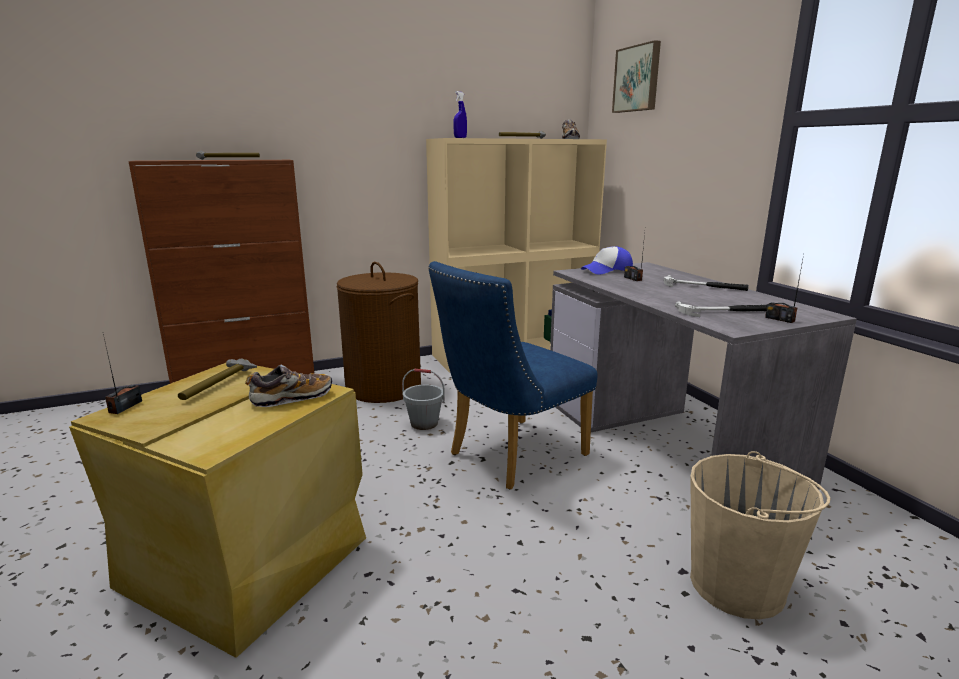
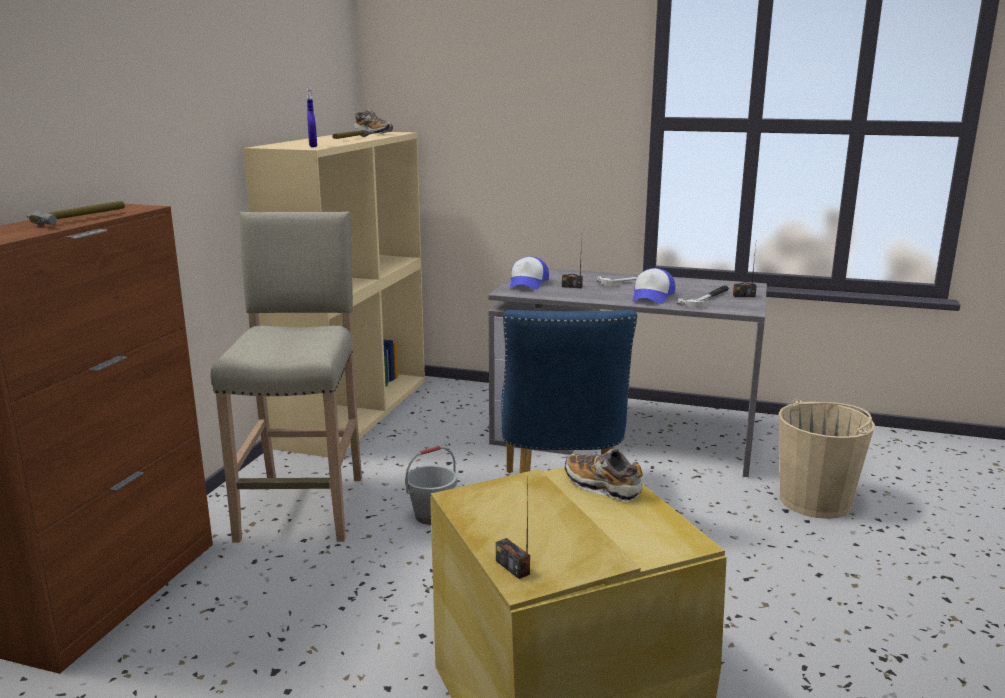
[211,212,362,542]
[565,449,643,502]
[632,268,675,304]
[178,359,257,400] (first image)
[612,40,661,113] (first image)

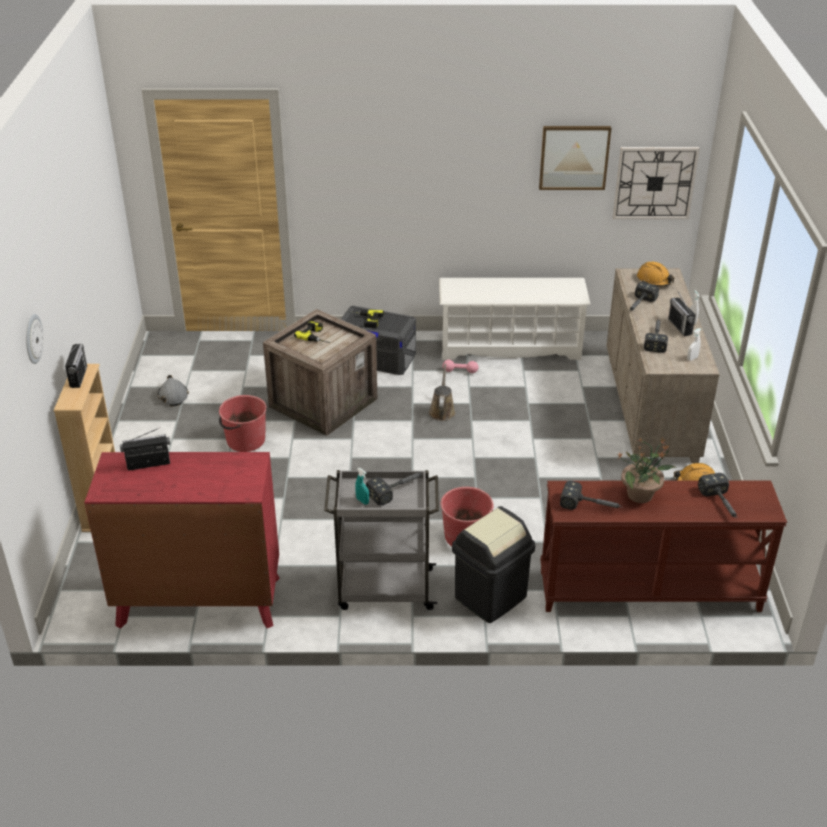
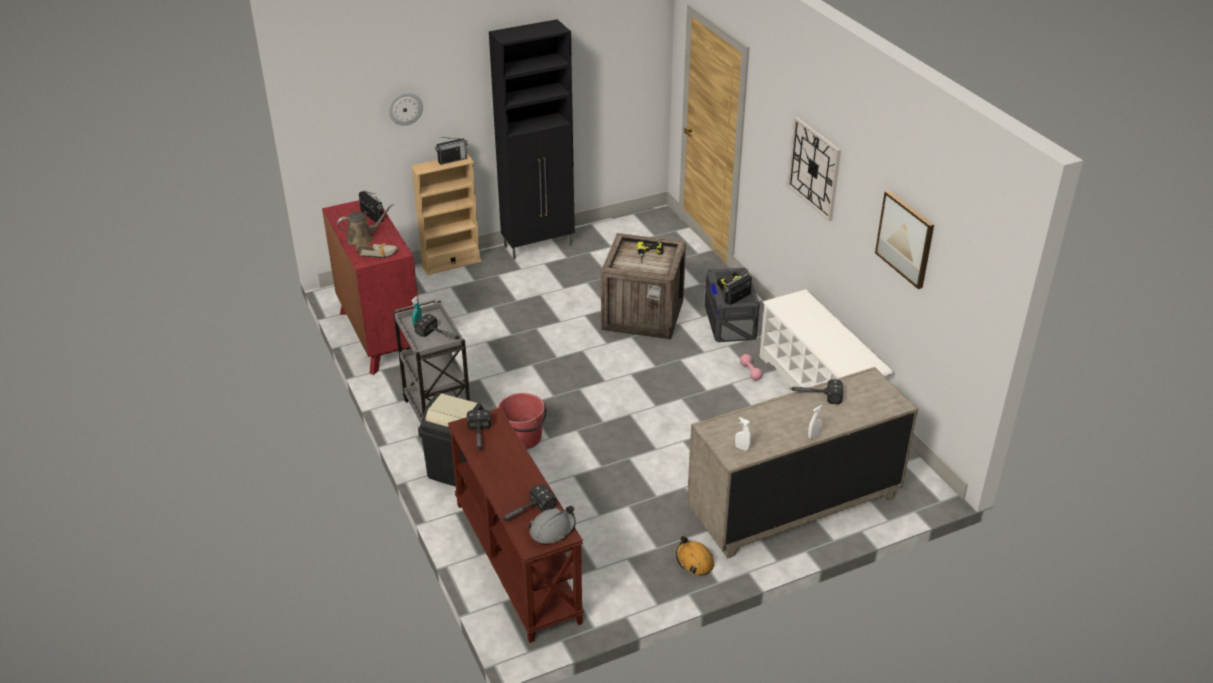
[337,204,394,246]
[356,243,398,258]
[489,19,575,260]
[528,506,576,544]
[724,268,752,305]
[787,117,841,221]
[219,395,267,452] (first image)
[617,437,676,503] (first image)
[637,262,674,287] (first image)
[644,320,668,353] (first image)

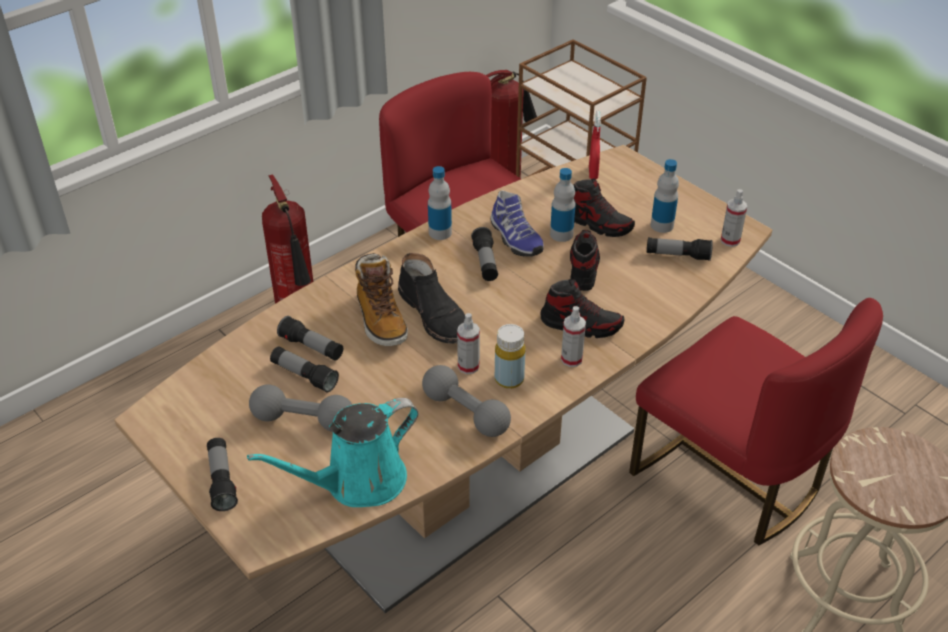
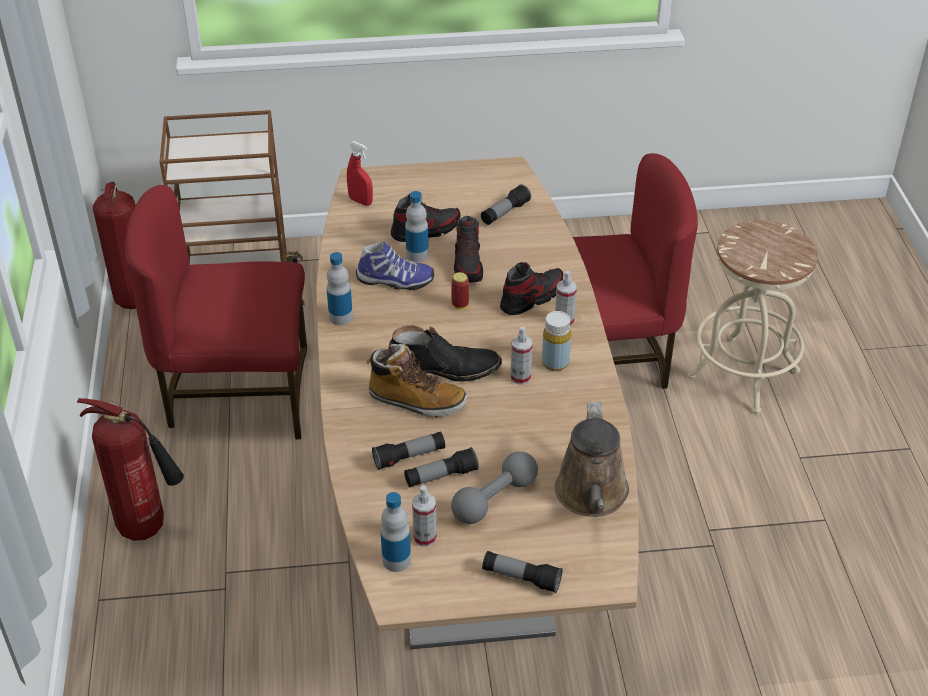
[380,492,411,572]
[412,485,437,547]
[451,272,469,309]
[454,216,483,282]
[555,402,629,517]
[422,365,511,437] (first image)
[471,227,498,281] (first image)

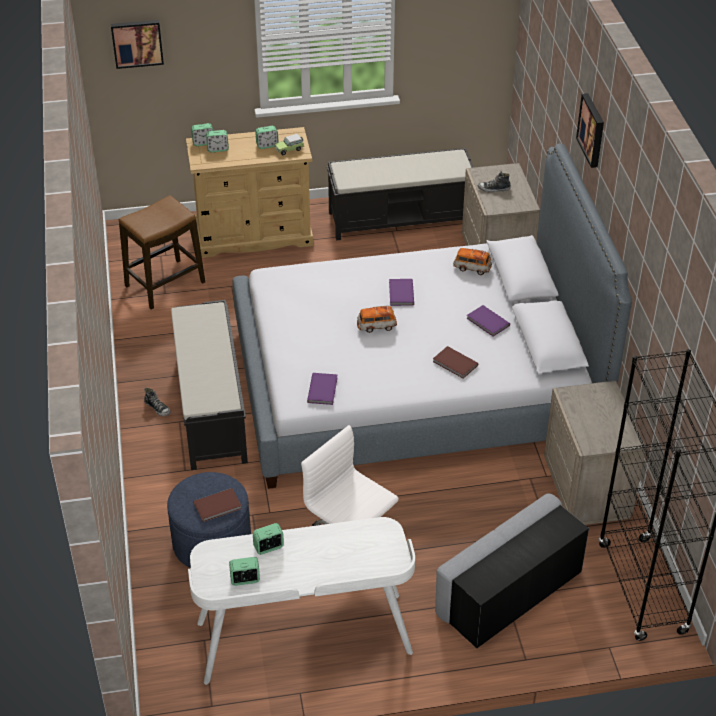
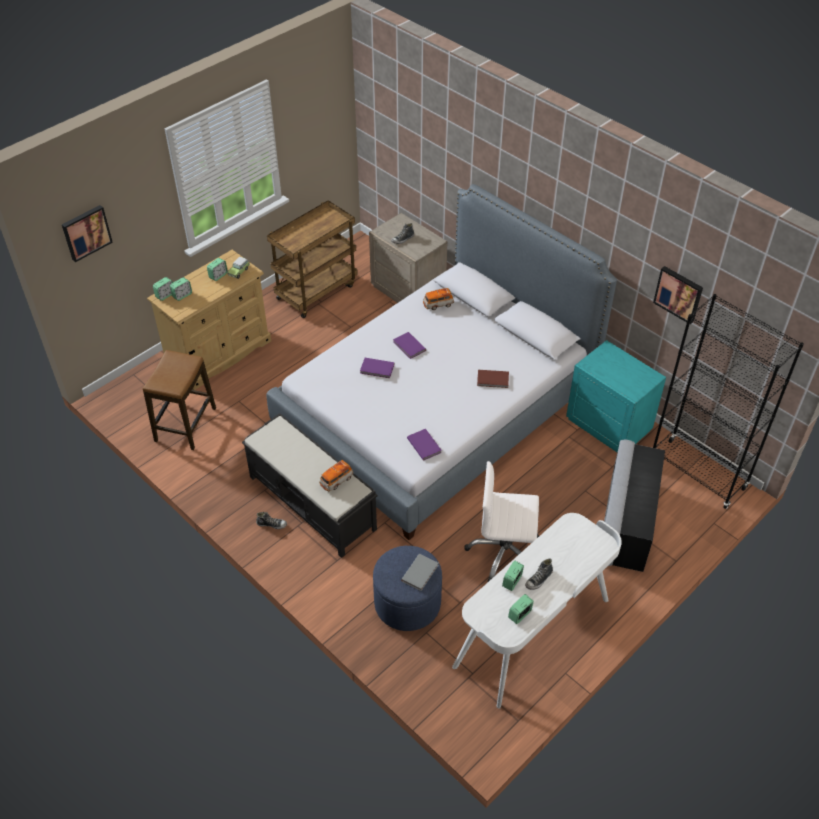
[267,200,358,318]
[319,460,353,491]
[360,358,395,378]
[401,554,438,591]
[525,559,553,590]
[566,340,666,452]
[653,266,703,324]

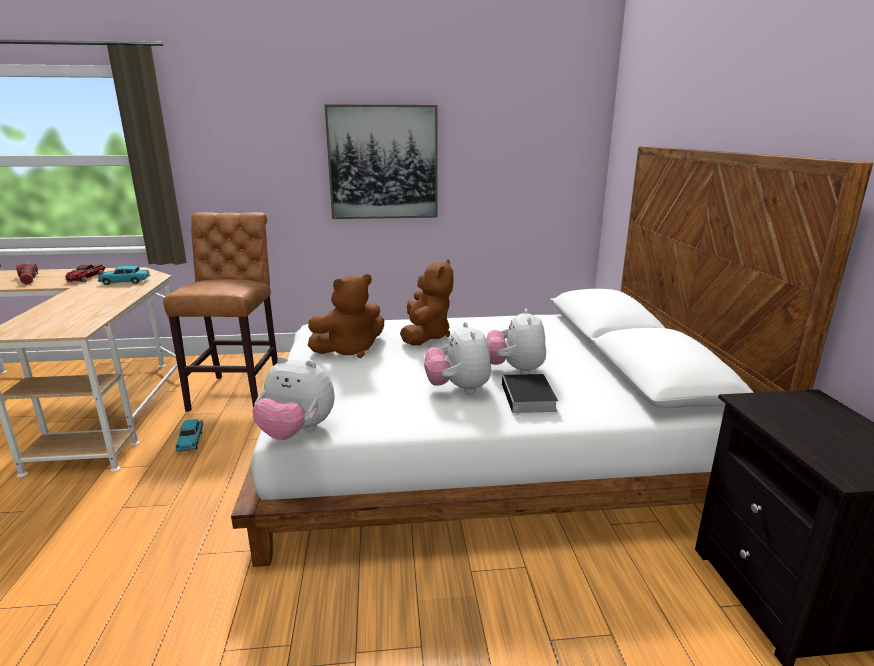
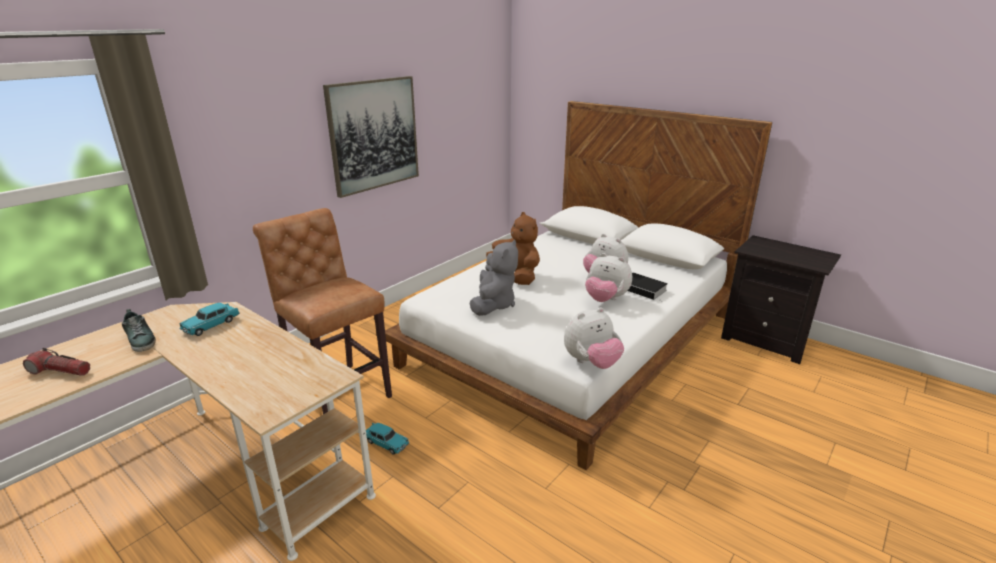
[122,309,156,352]
[469,239,518,316]

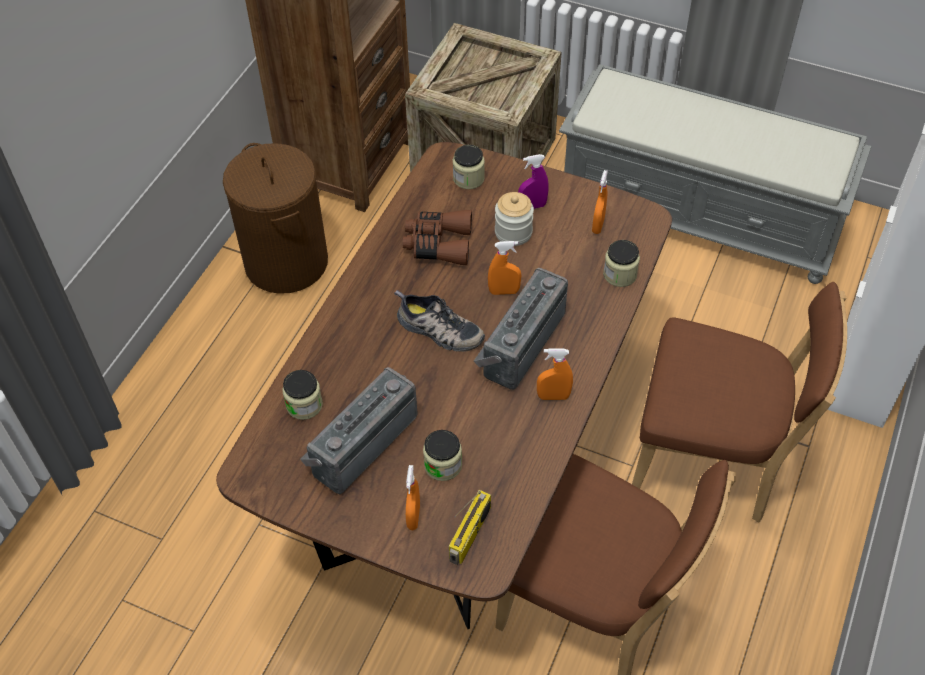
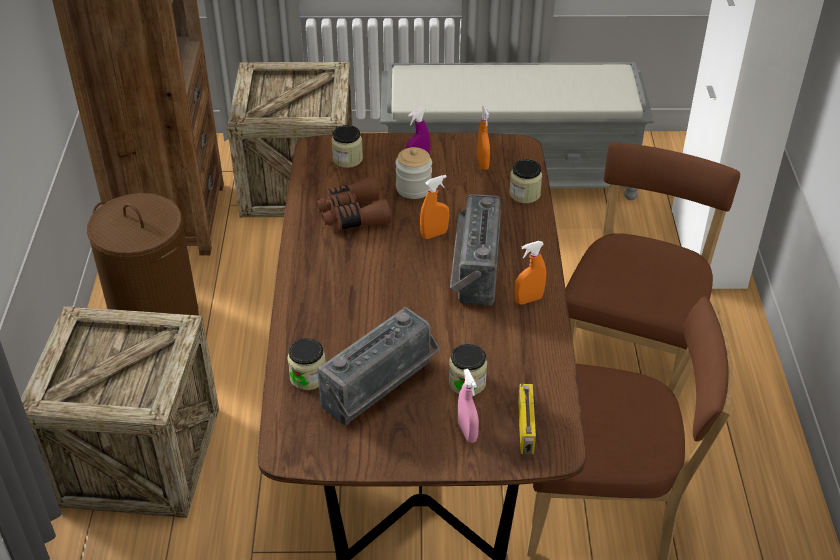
[21,306,219,518]
[317,307,440,425]
[458,369,479,443]
[566,142,740,377]
[394,290,485,352] (first image)

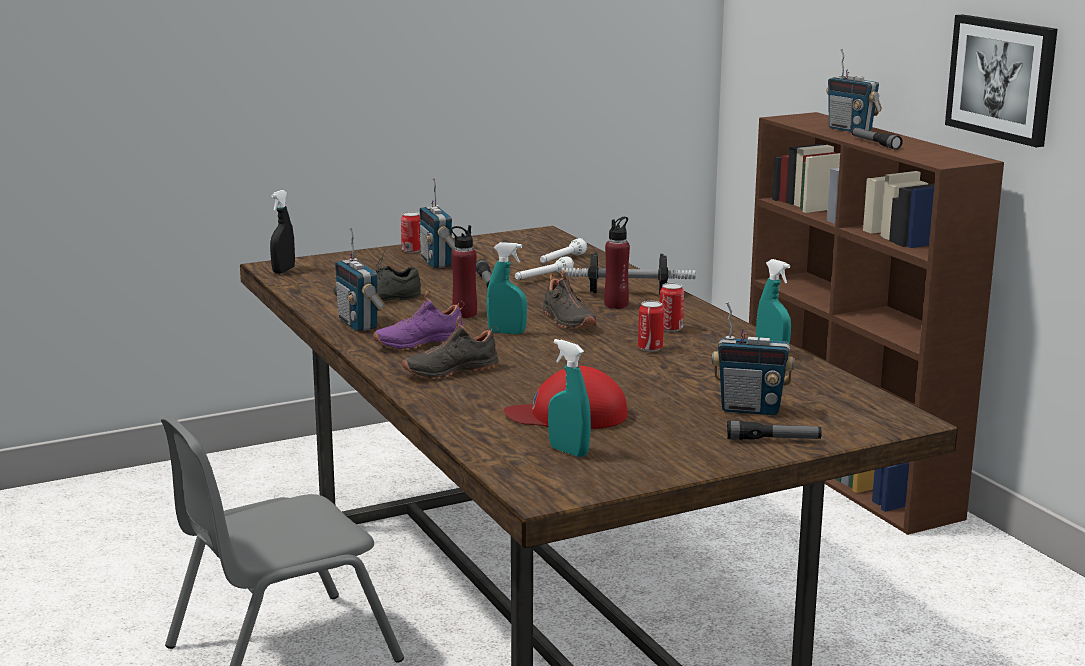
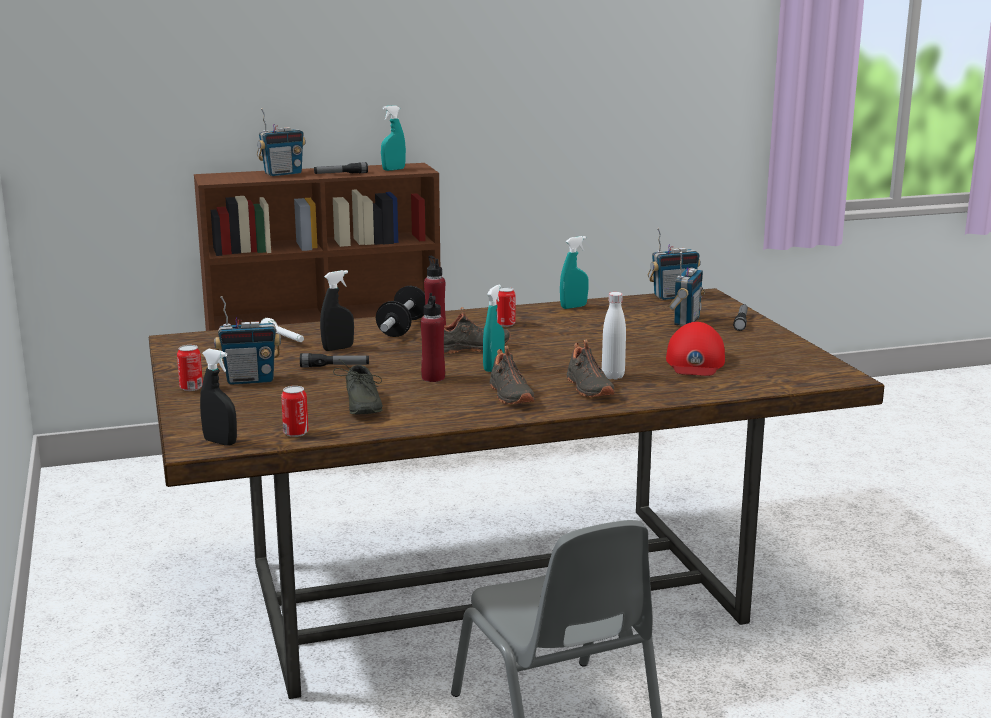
[281,386,309,437]
[320,270,354,351]
[381,105,406,171]
[489,346,534,404]
[602,292,626,380]
[648,228,701,300]
[945,14,1057,147] (first image)

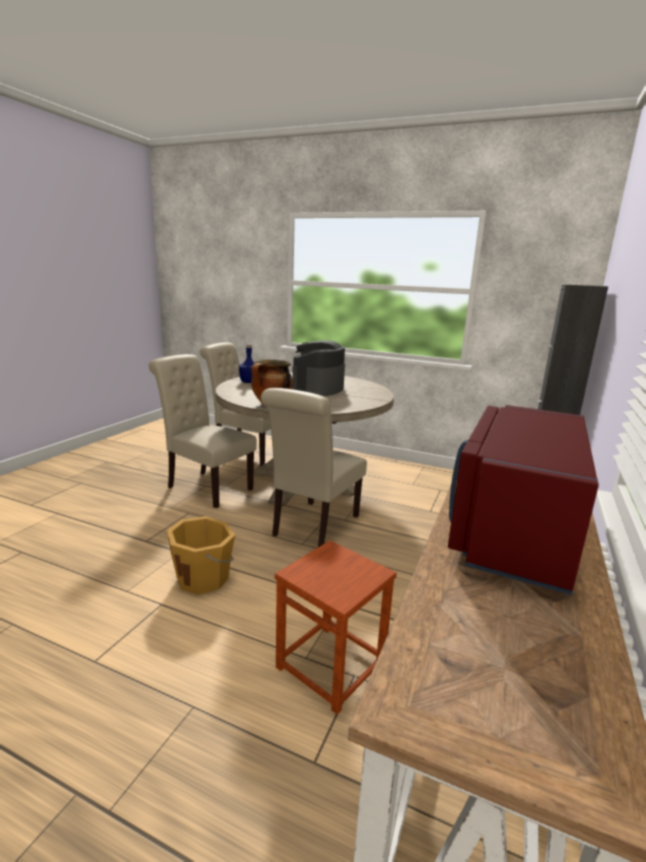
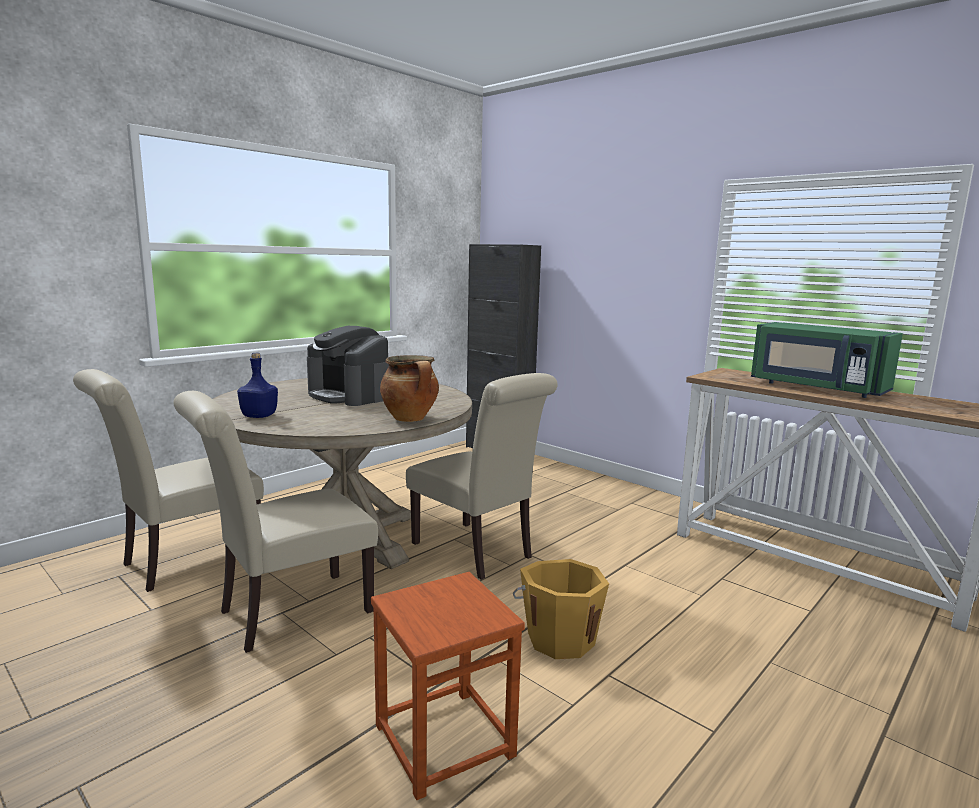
[371,572,525,800]
[751,322,903,398]

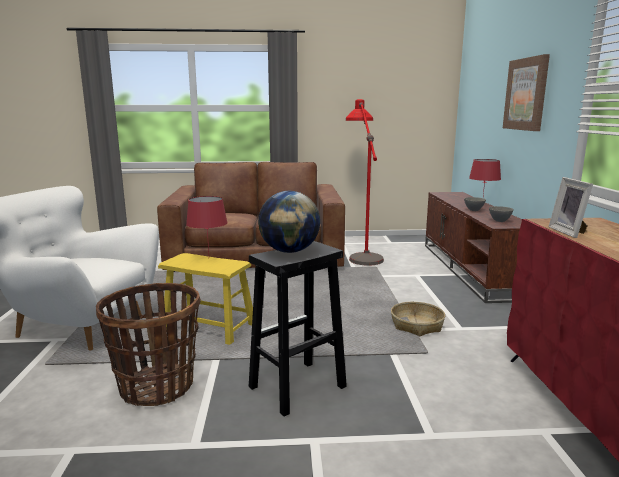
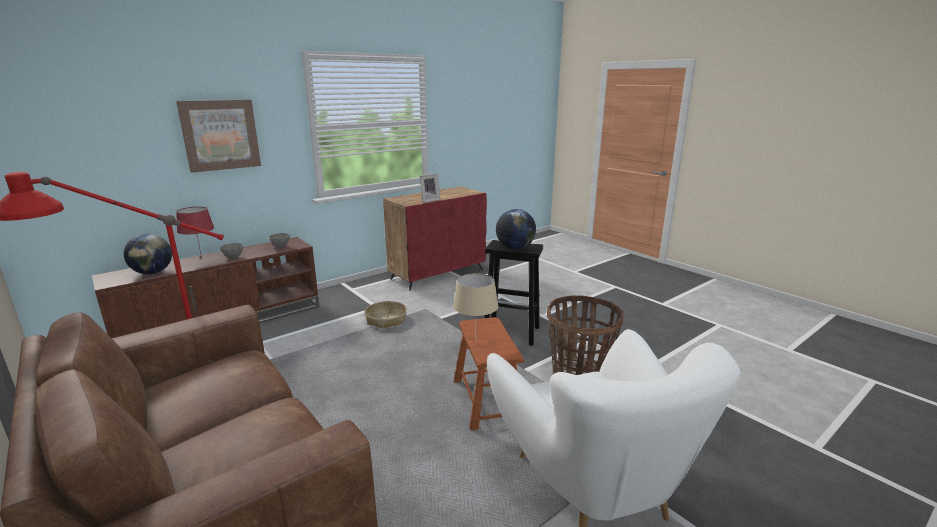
[124,234,172,274]
[453,273,498,342]
[454,317,524,430]

